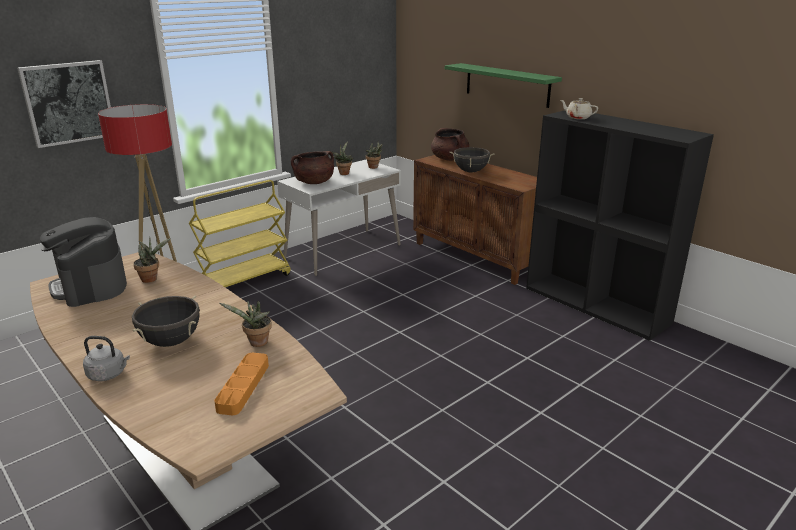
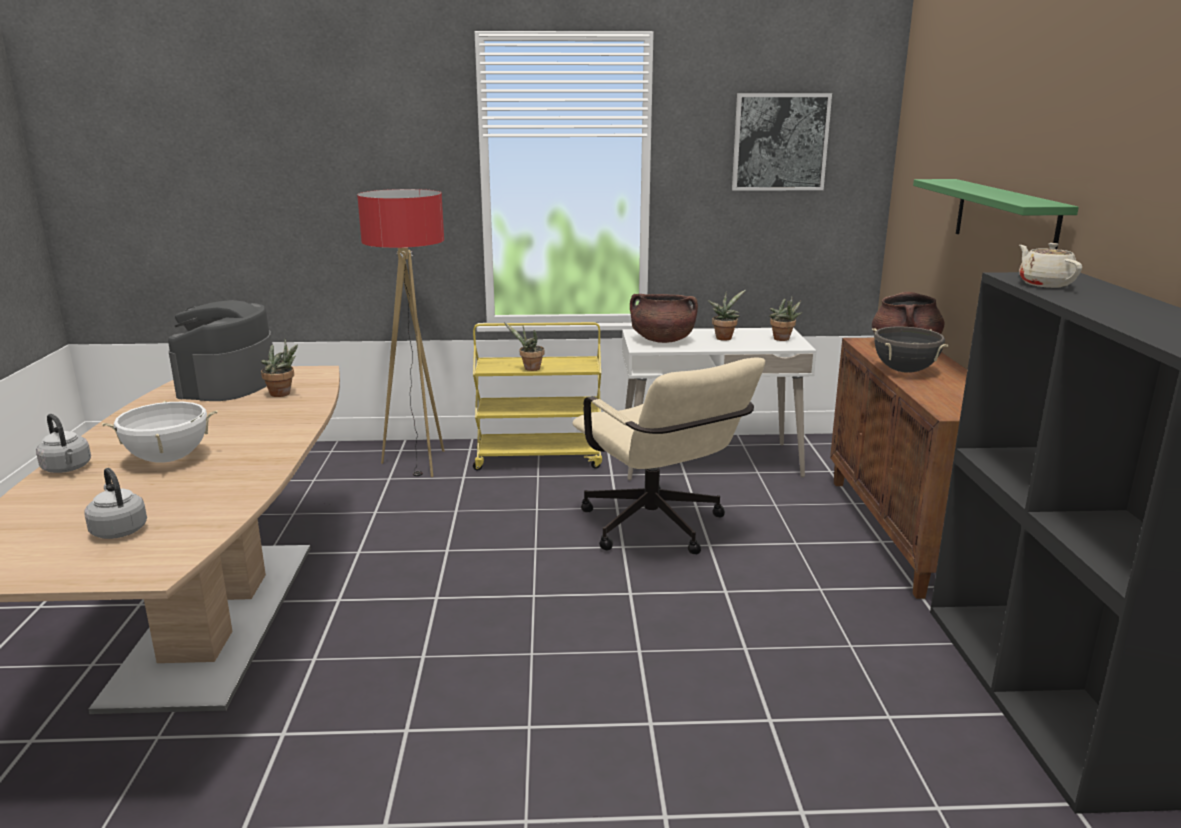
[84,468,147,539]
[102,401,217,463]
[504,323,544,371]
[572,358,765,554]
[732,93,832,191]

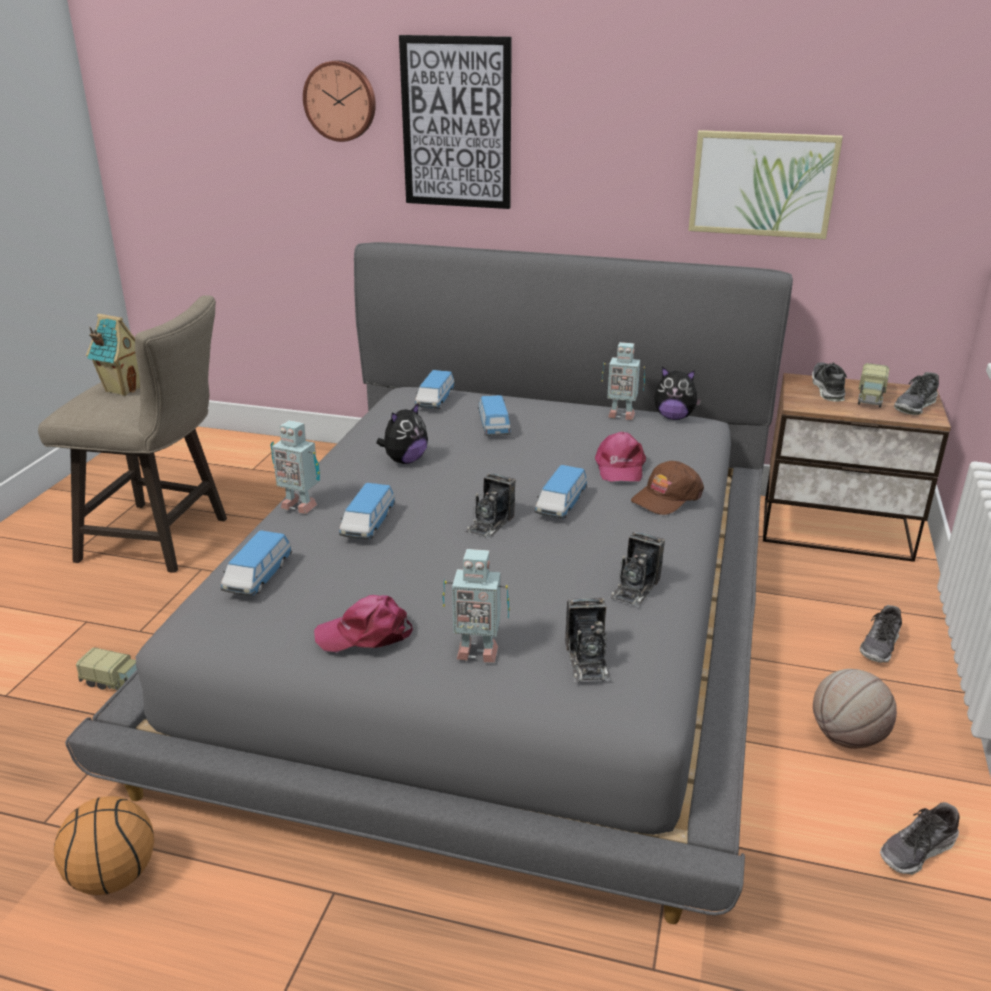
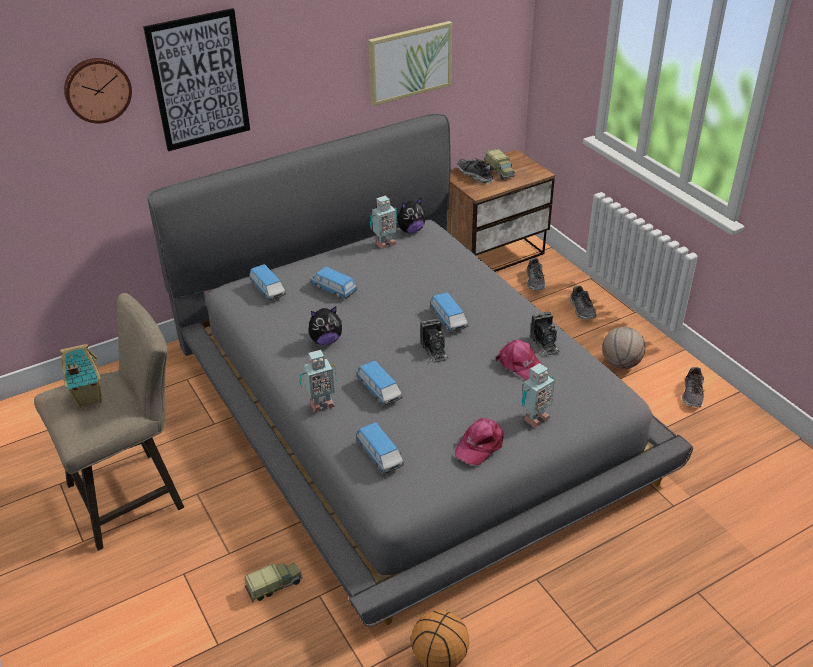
[309,306,342,345]
[496,340,544,380]
[527,258,545,290]
[565,598,611,682] (first image)
[631,461,704,515] (first image)

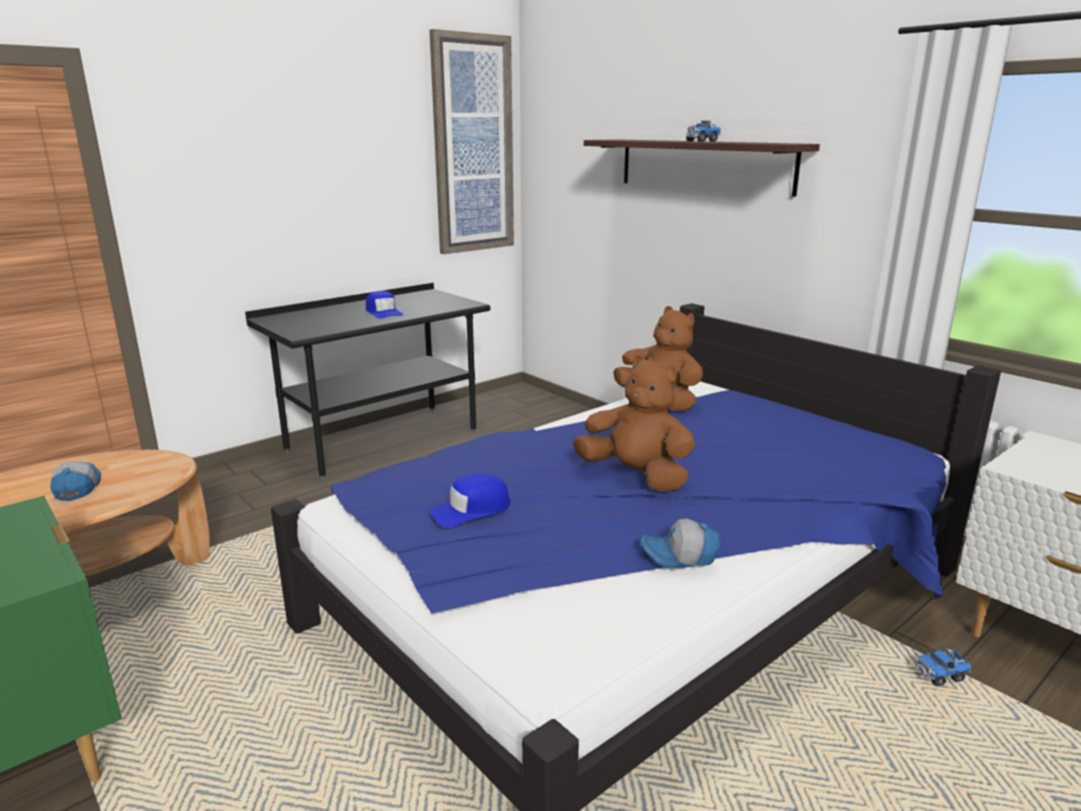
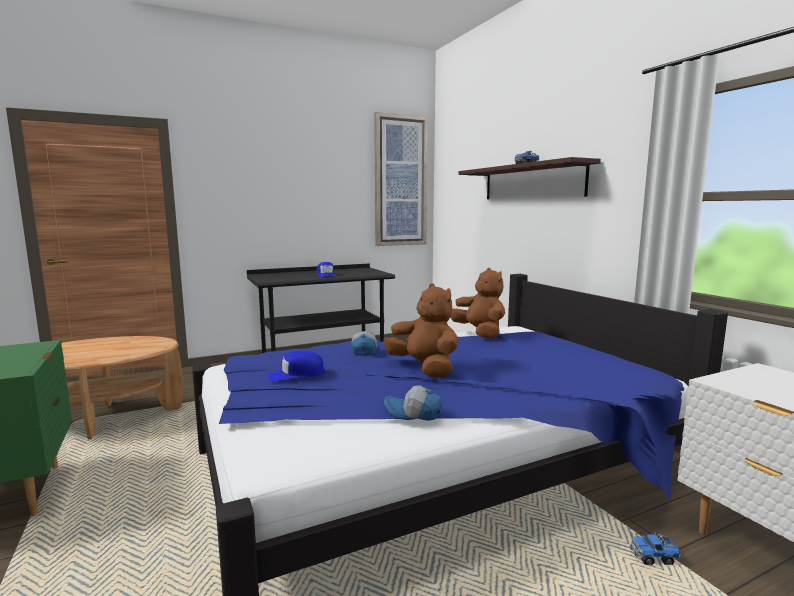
[352,331,377,356]

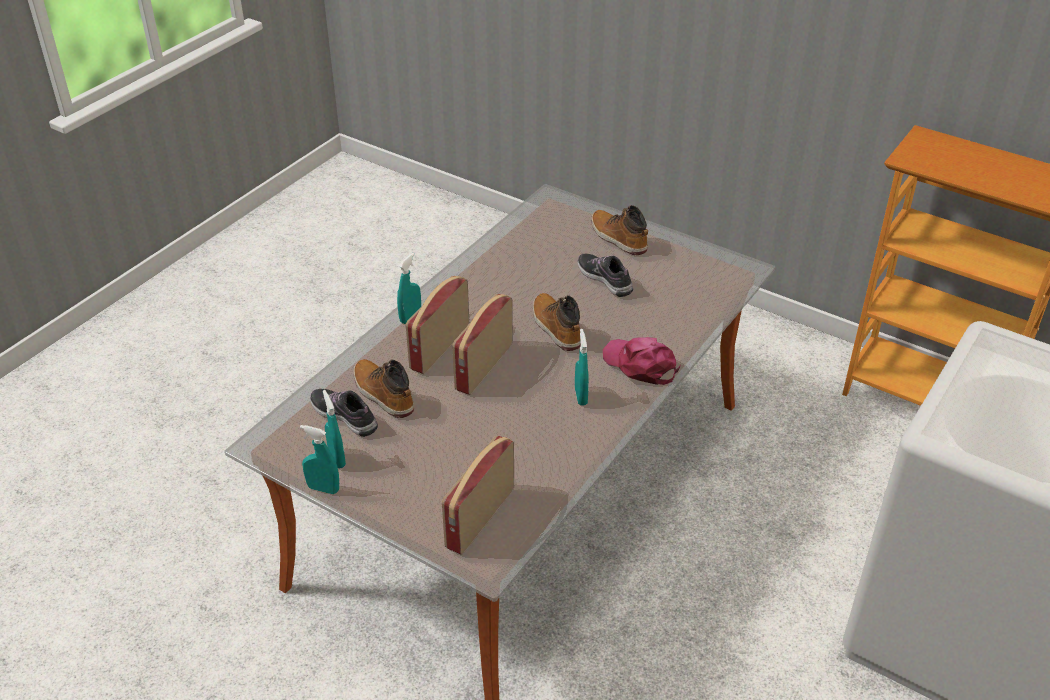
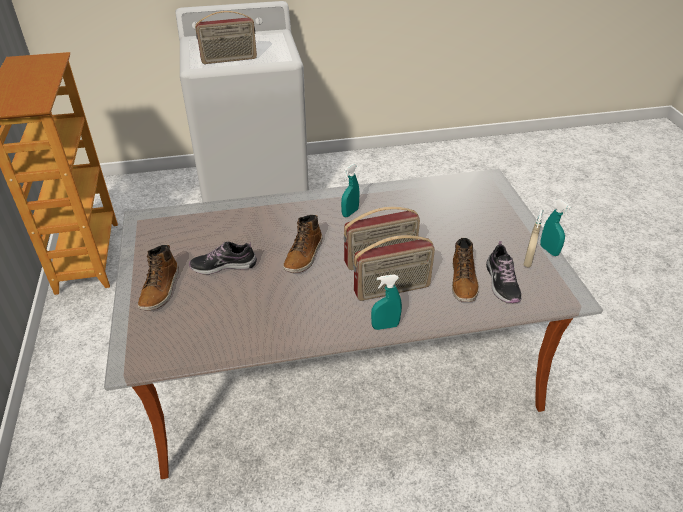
[189,242,257,274]
[195,11,257,64]
[524,210,543,267]
[603,337,680,385] (first image)

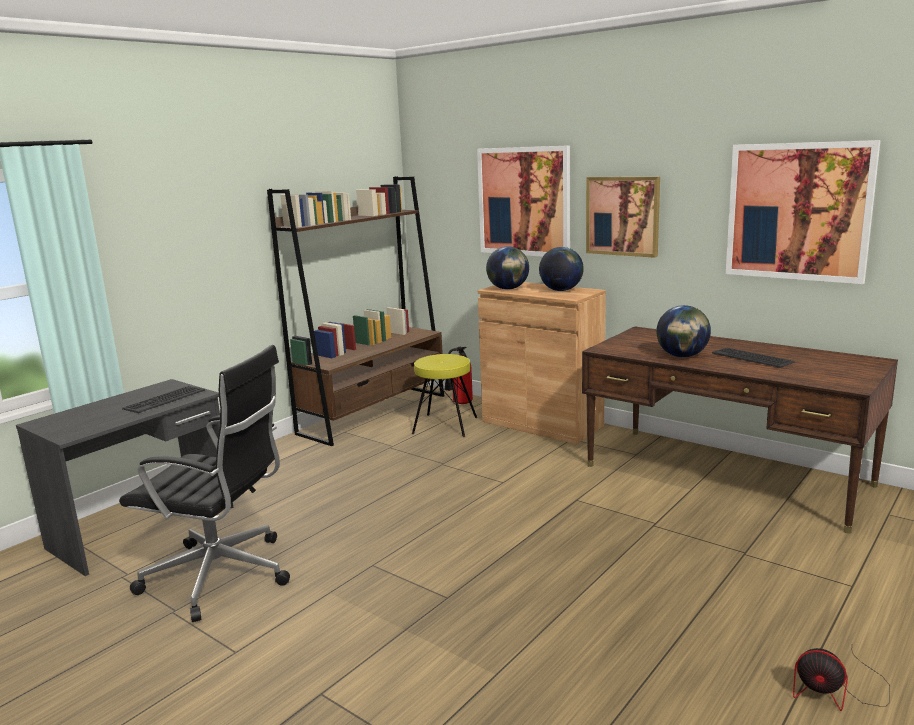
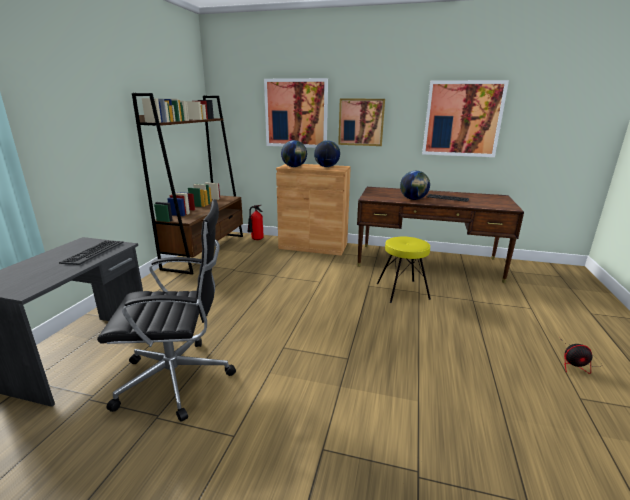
[377,237,431,303]

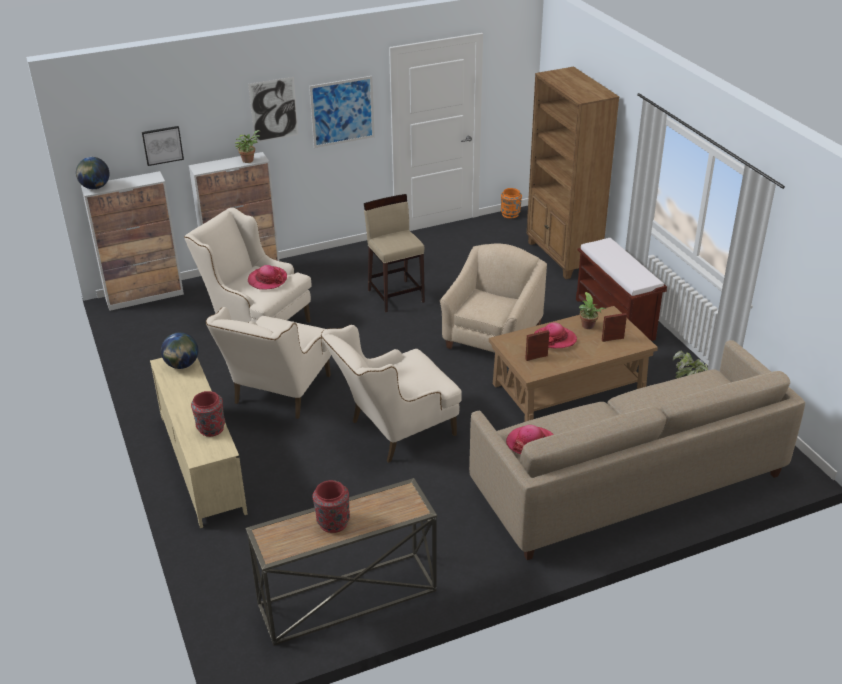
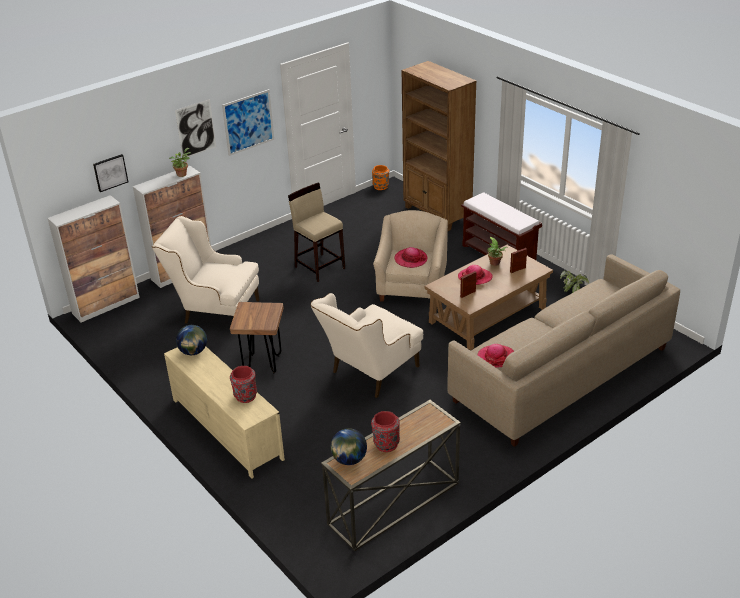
[230,302,284,374]
[331,428,367,465]
[394,247,428,268]

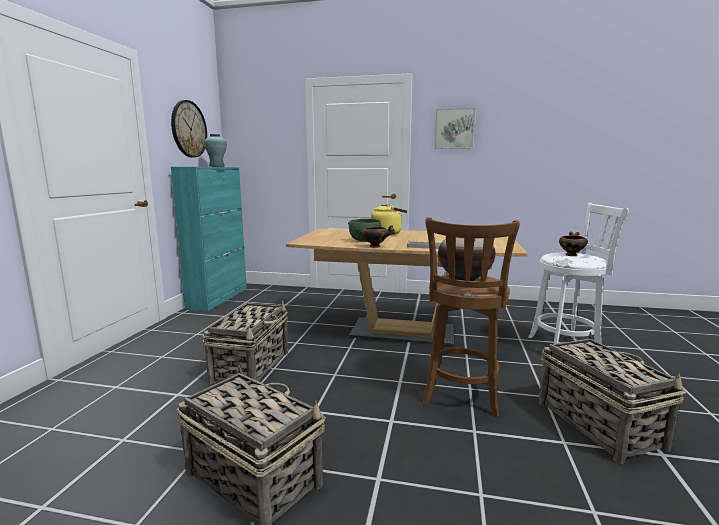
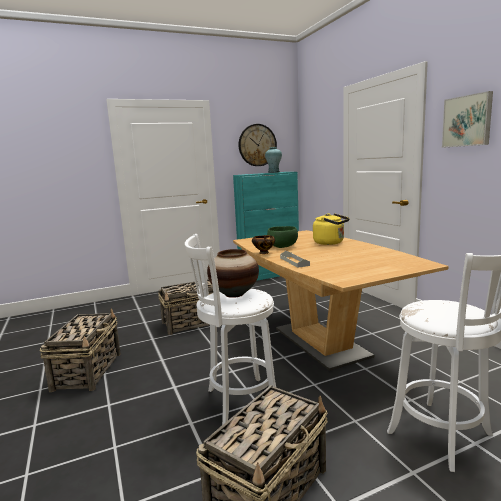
[185,234,276,425]
[559,232,588,256] (first image)

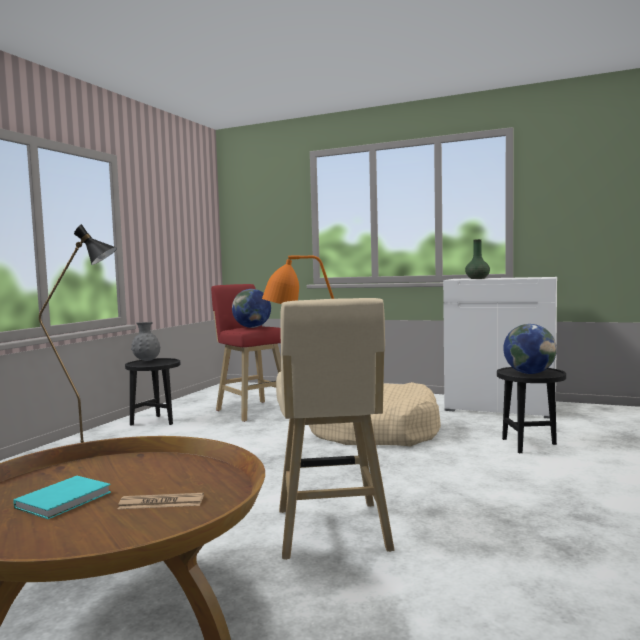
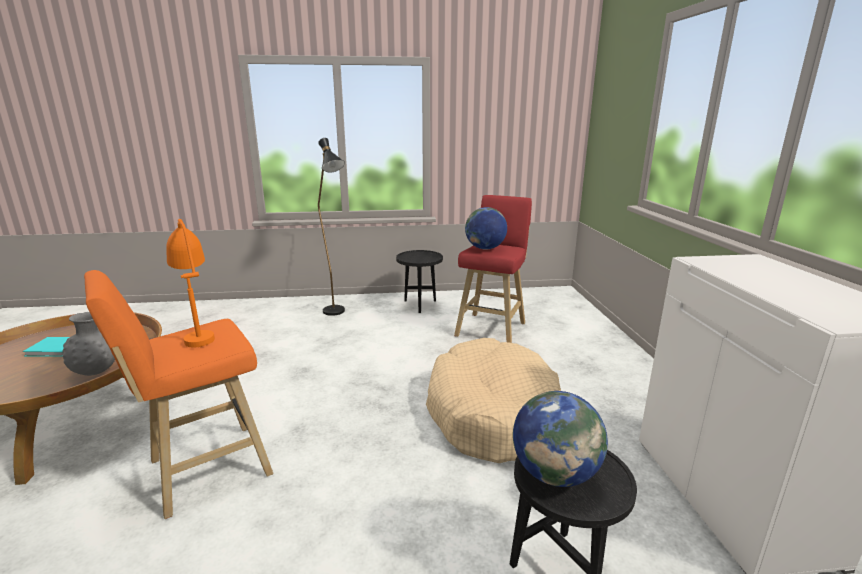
[62,312,115,376]
[84,270,274,519]
[118,493,204,509] (first image)
[465,239,490,279] (first image)

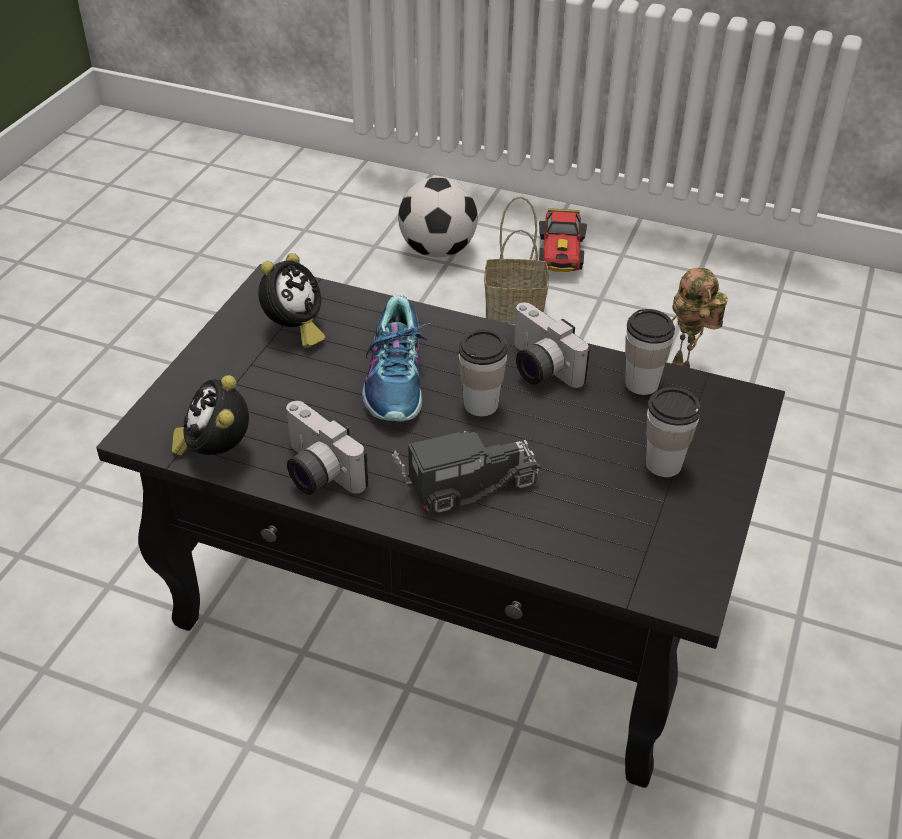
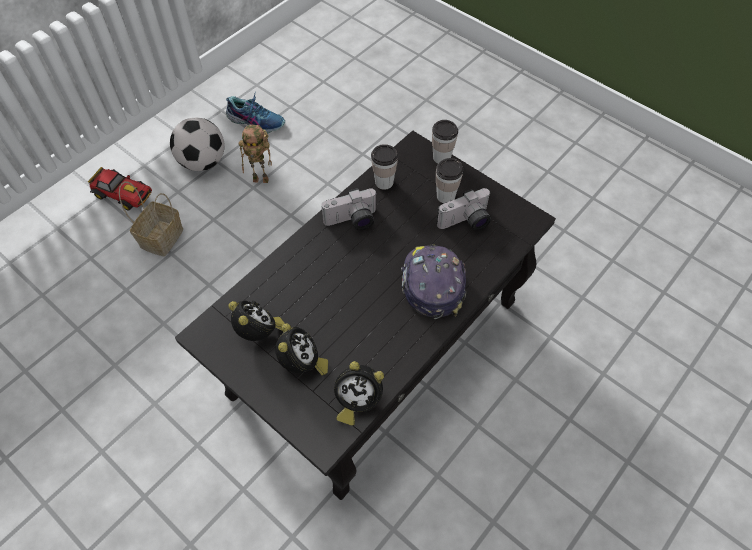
[170,118,225,171]
[226,92,285,134]
[275,323,328,376]
[401,245,466,319]
[432,120,458,164]
[436,188,491,231]

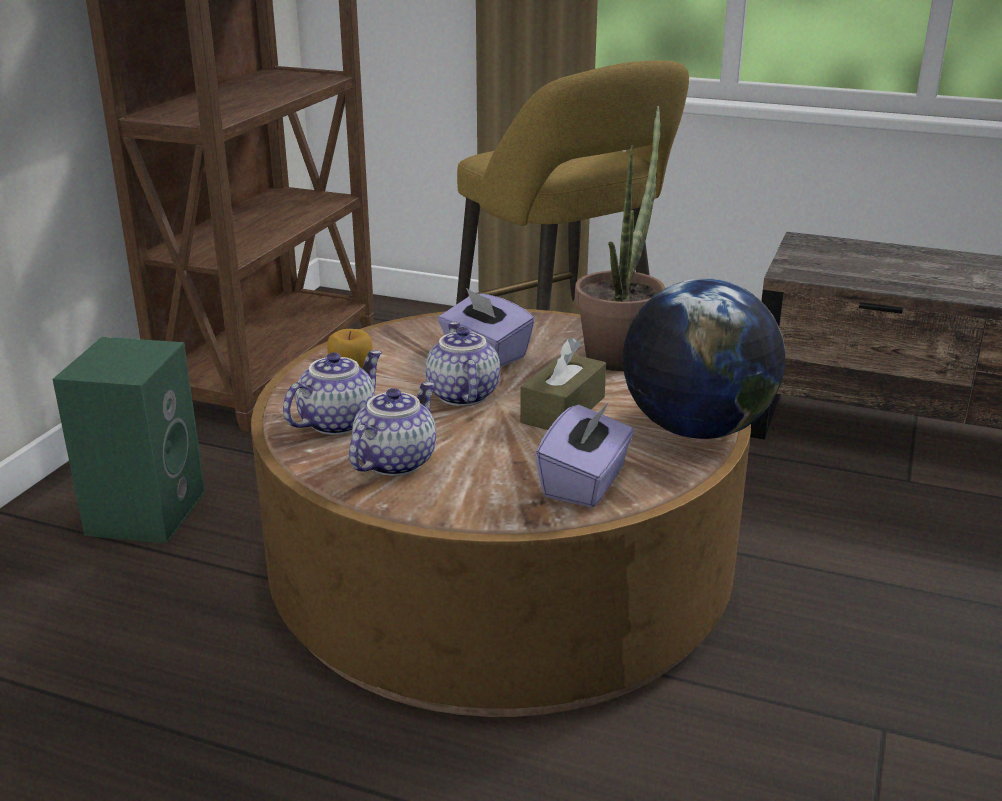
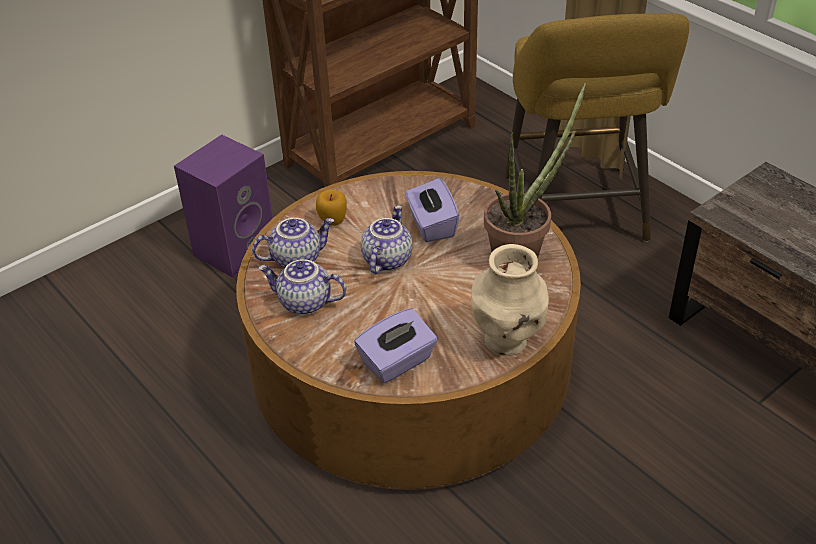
[174,135,273,278]
[258,259,346,315]
[471,244,549,356]
[520,338,606,430] (first image)

